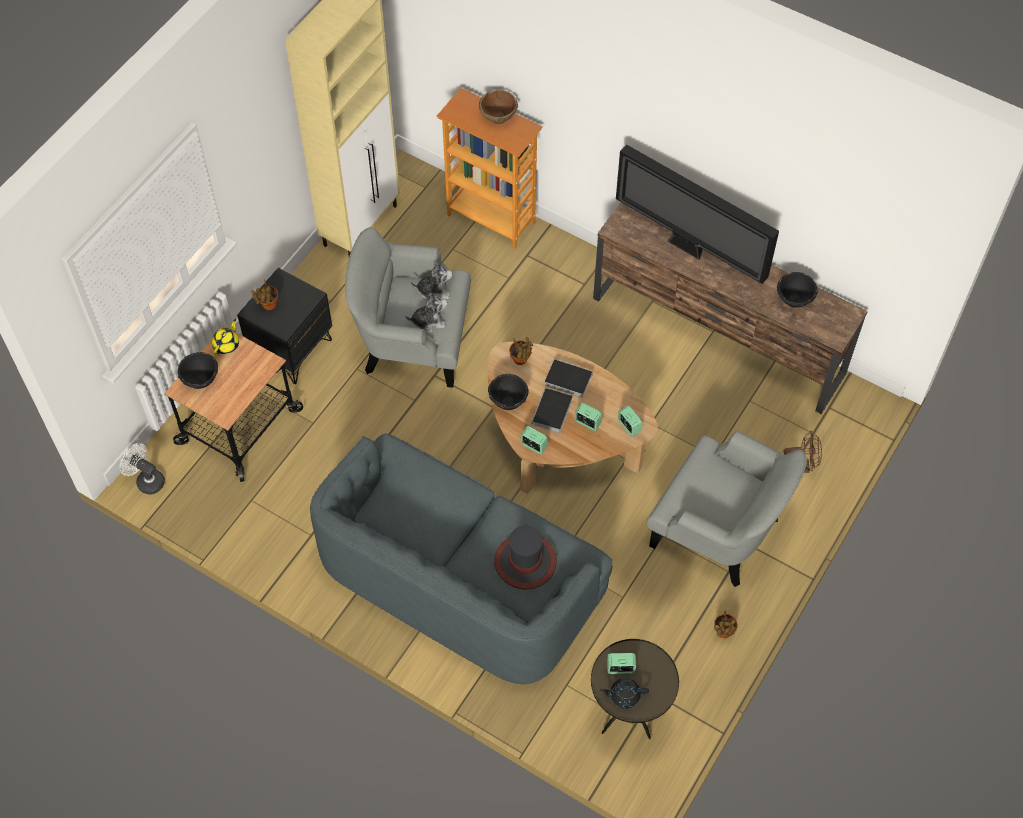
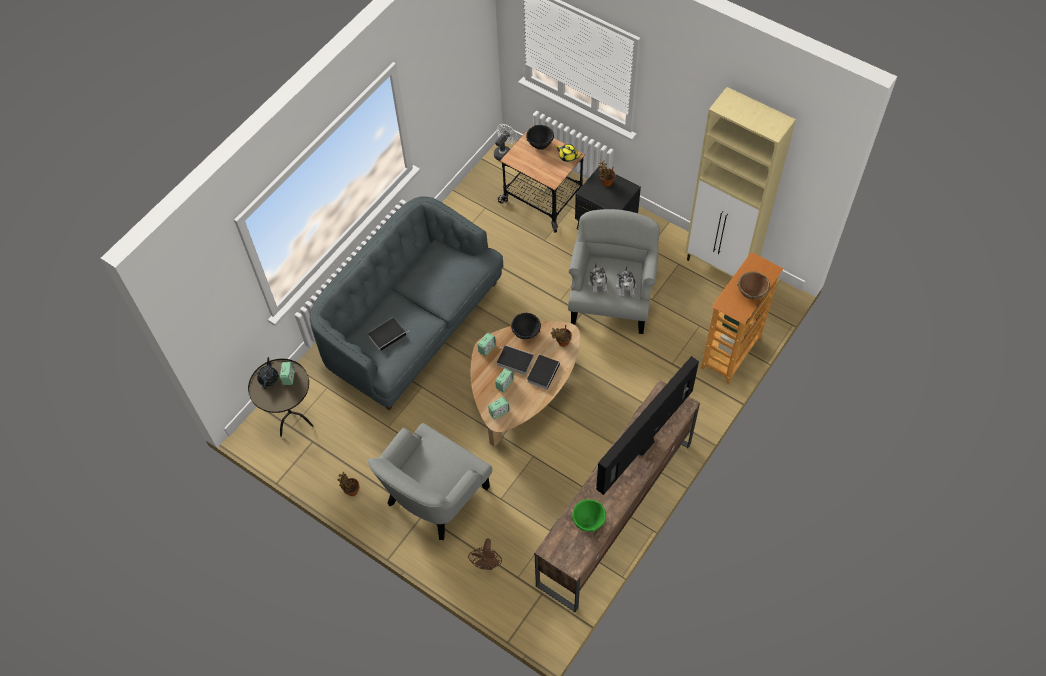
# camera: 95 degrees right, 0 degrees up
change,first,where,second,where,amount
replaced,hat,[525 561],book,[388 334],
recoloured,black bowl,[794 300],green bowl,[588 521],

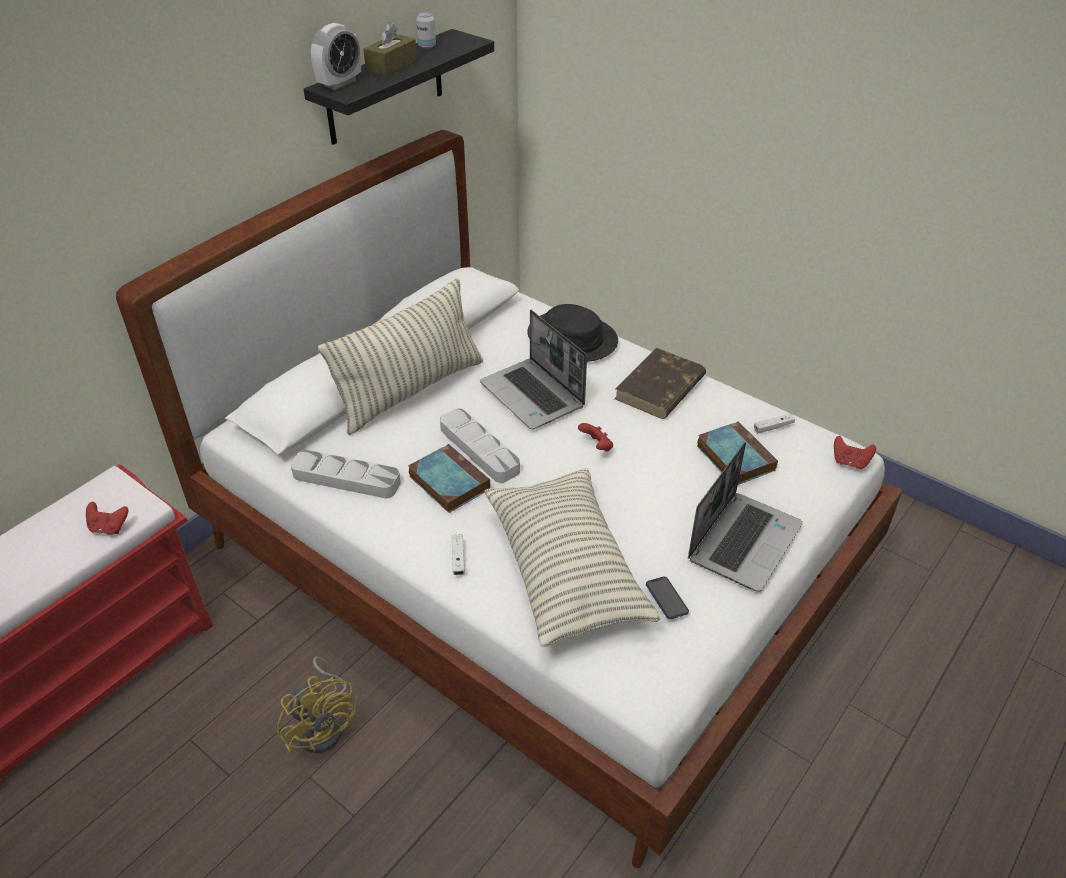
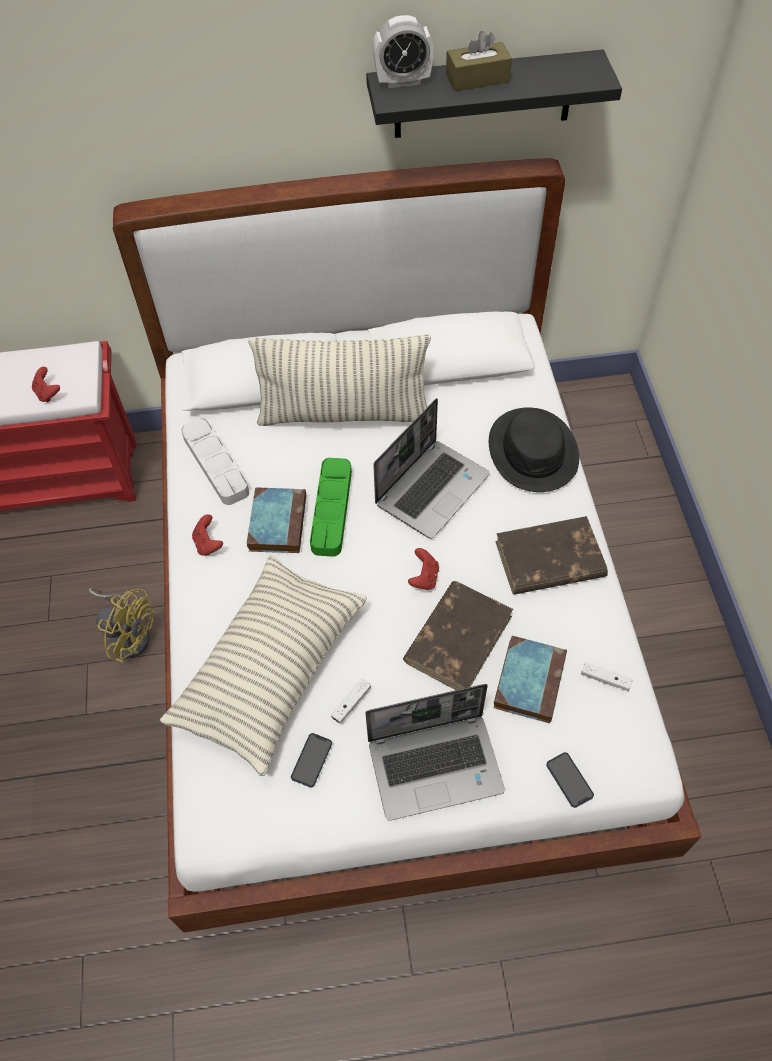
# camera: 45 degrees right, 15 degrees up
change,first,where,second,where,amount
turned,yellow fan,[324 725],,[129 634],75 degrees counterclockwise
moved,red game controller,[850 462],,[208 544],
recoloured,grey tray,[479 449],green tray,[331 510],
moved,white game controller,[458 559],,[351 703],
turned,laptop,[533 395],,[432 488],150 degrees counterclockwise
added,,,brown book,[458 638],
added,,,phone,[569 780],
removed,can,[427 46],,,

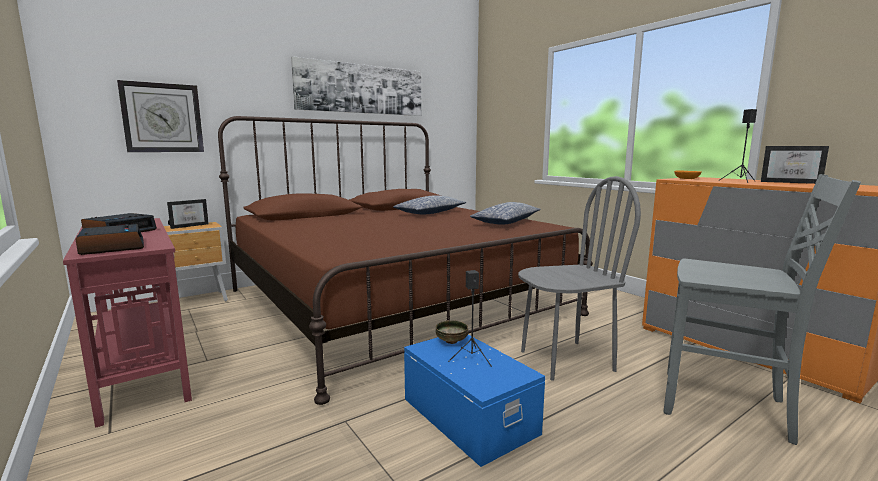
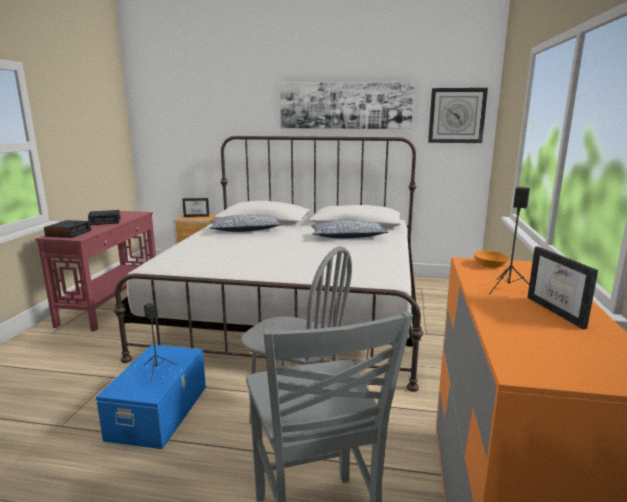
# camera: 45 degrees right, 5 degrees up
change,first,where,second,where,amount
recoloured,brown bed,[395 302],white bed,[294 311],
moved,pillow,[506 222],,[245 230],
moved,wall clock,[162 118],,[456 115],
removed,bowl,[452 341],,,

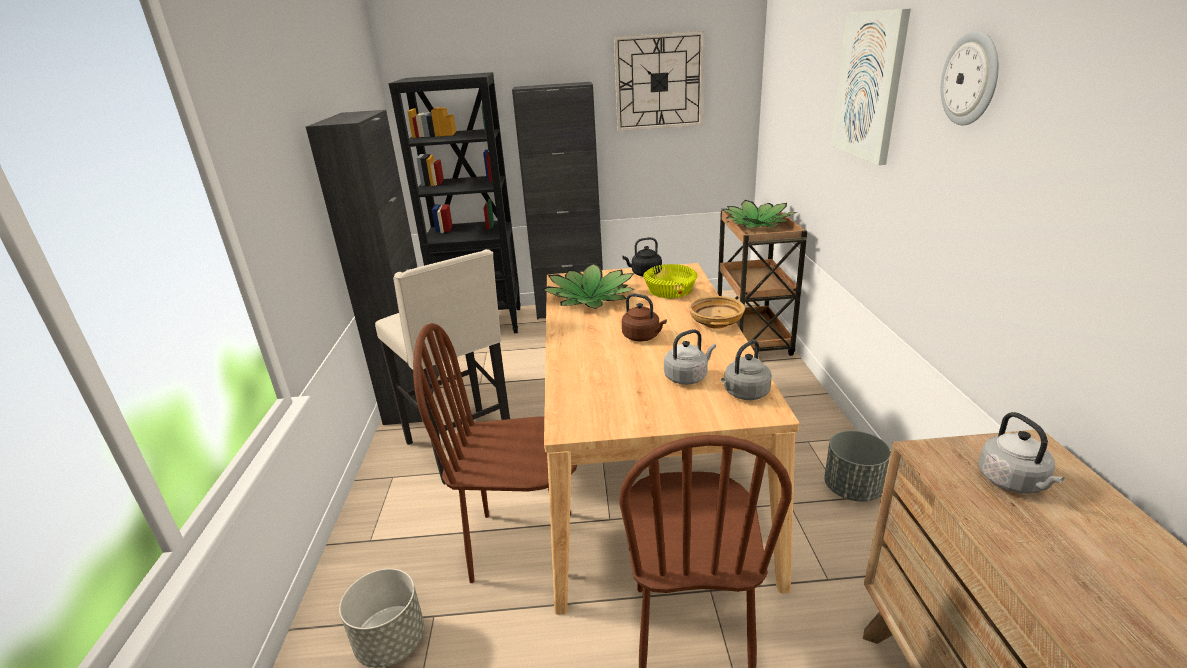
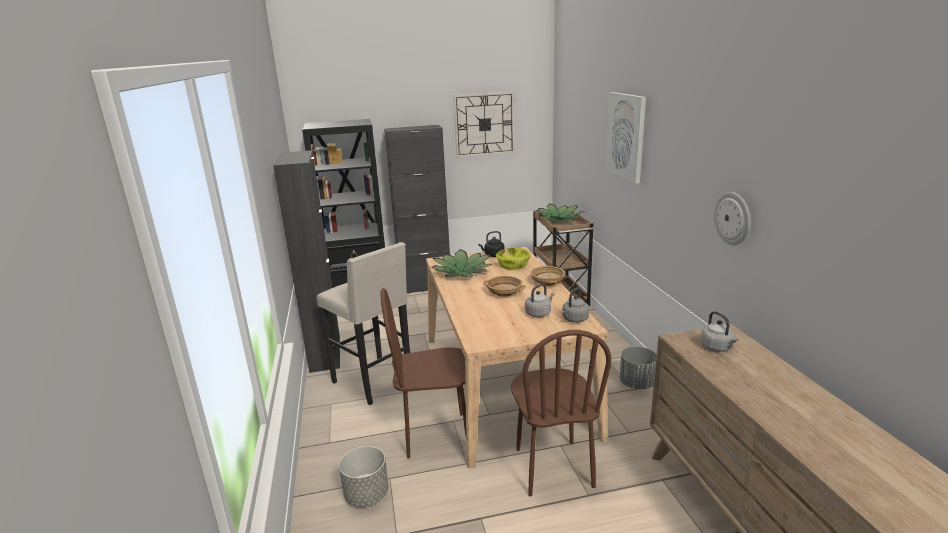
# camera: 10 degrees left, 5 degrees down
change,first,where,second,where,amount
replaced,brown kettle,[643 337],beige bowl,[504 293],
moved,wall clock,[971 79],,[733 218],

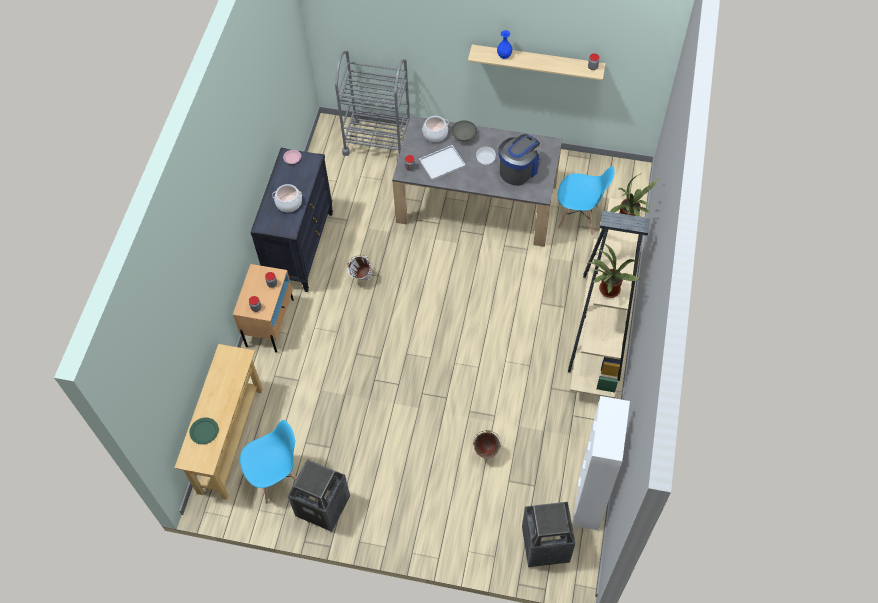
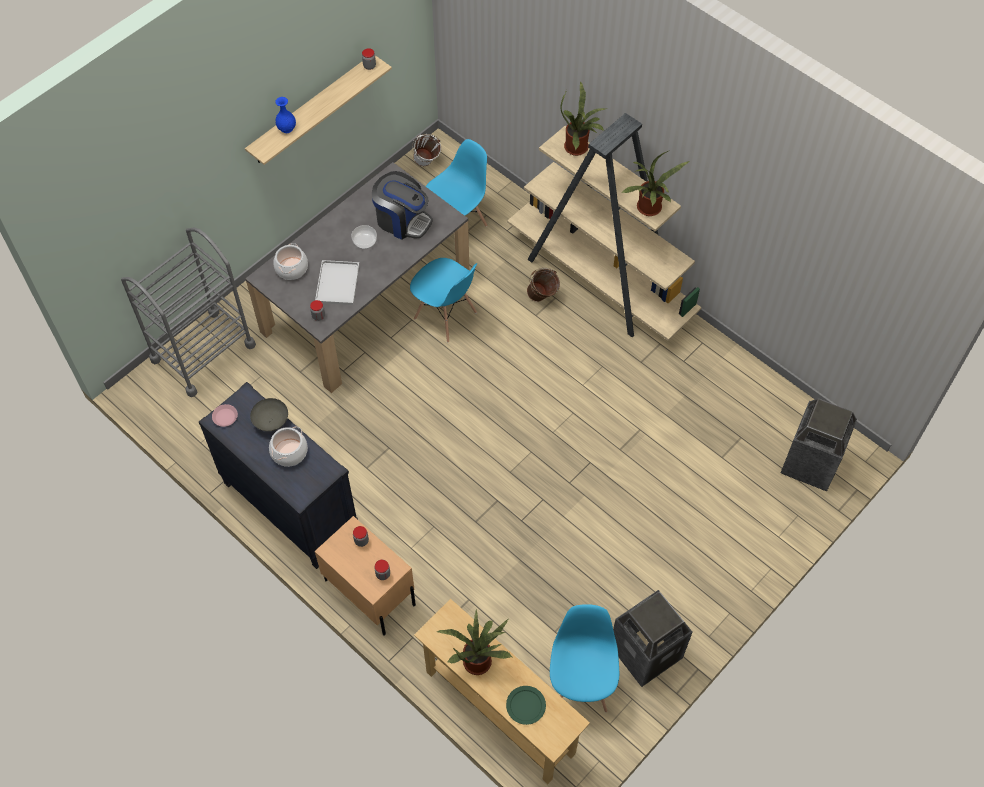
# camera: 60 degrees left, 0 degrees up
change,first,where,second,where,amount
moved,grey bowl,[463 136],,[270 421],
turned,coffee machine,[518 169],,[402 220],135 degrees clockwise
added,,,blue chair,[445 316],
moved,white bucket,[361 278],,[427 164],
added,,,potted plant,[478 659],
moved,brown bucket,[486 453],,[542 298],
removed,white cabinet,[588 501],,,

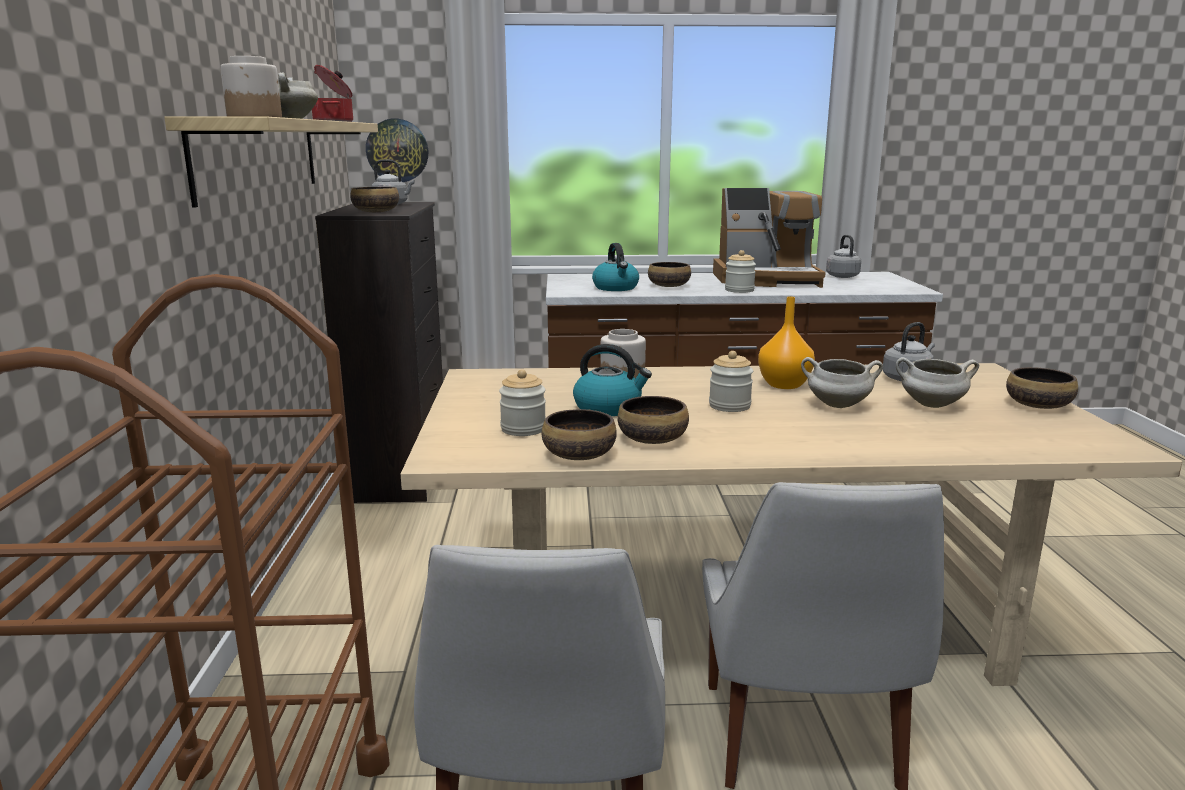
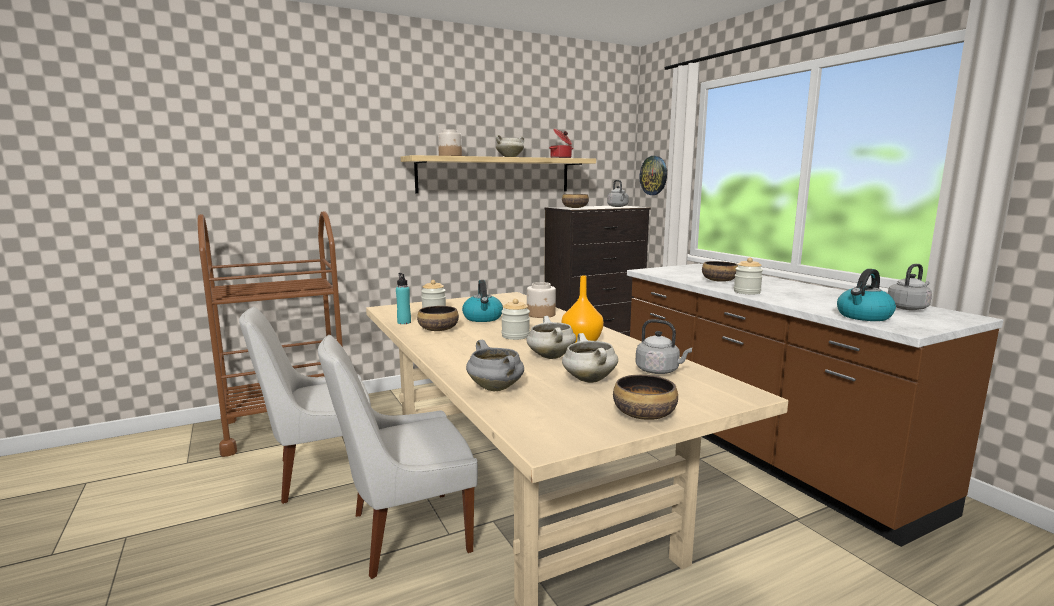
# camera: 65 degrees right, 5 degrees down
change,first,where,second,where,amount
replaced,bowl,[578 455],turquoise bottle,[404 322],
added,,,grey cooking pot,[496 388],
moved,kettle,[616 288],,[863 316],
removed,coffee machine,[767 279],,,

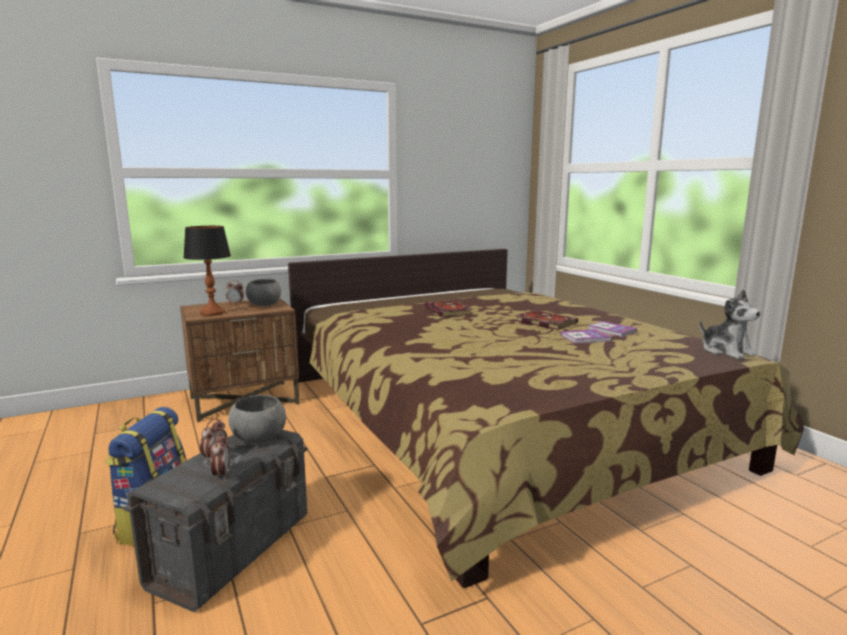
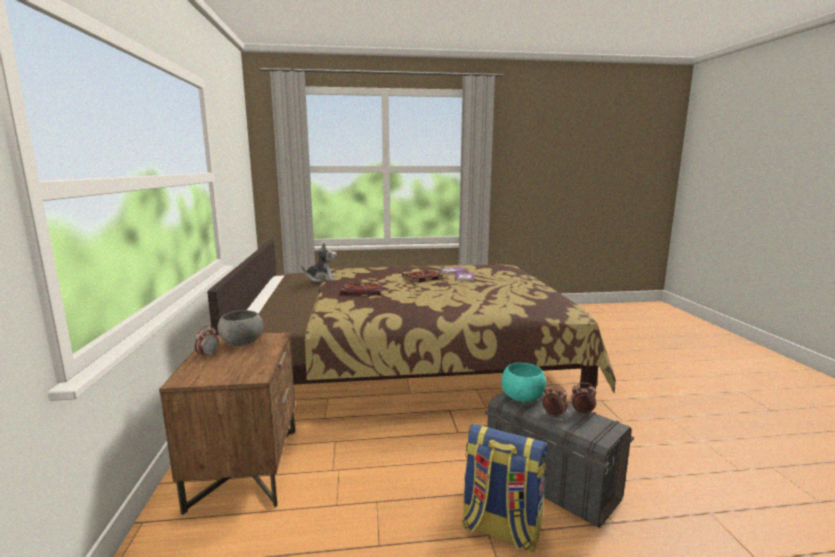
# camera: 70 degrees left, 0 degrees up
change,first,where,second,where,amount
moved,plush toy,[726 351],,[321 279],
recoloured,grey bowl,[259 437],turquoise bowl,[522 397],
removed,table lamp,[212 313],,,

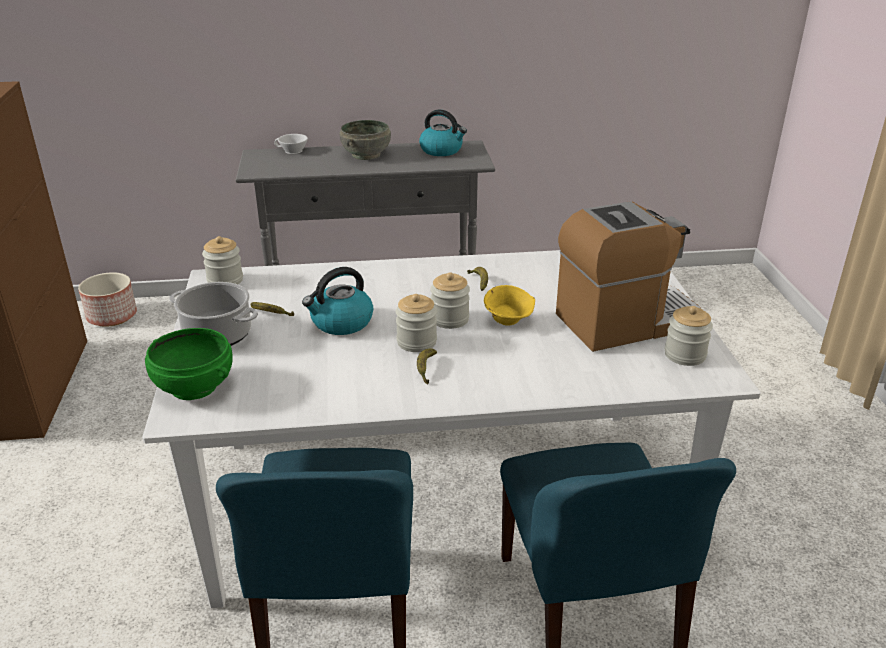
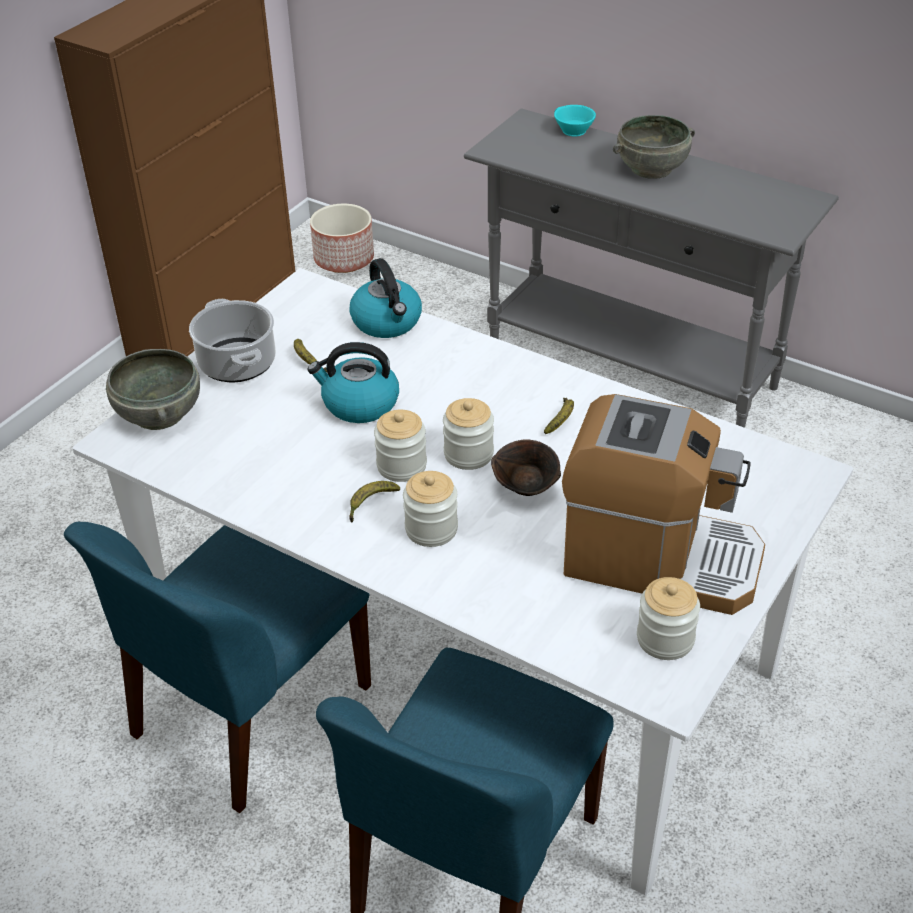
# camera: 40 degrees right, 10 degrees up
change,first,where,second,where,amount
recoloured,green bowl,[193 387],grey bowl,[158 414],
moved,kettle,[442 150],,[387 322],
moved,jar,[225 280],,[431 529],
recoloured,yellow bowl,[508 321],brown bowl,[527 488],
recoloured,white cup,[292 151],turquoise cup,[571 130],

